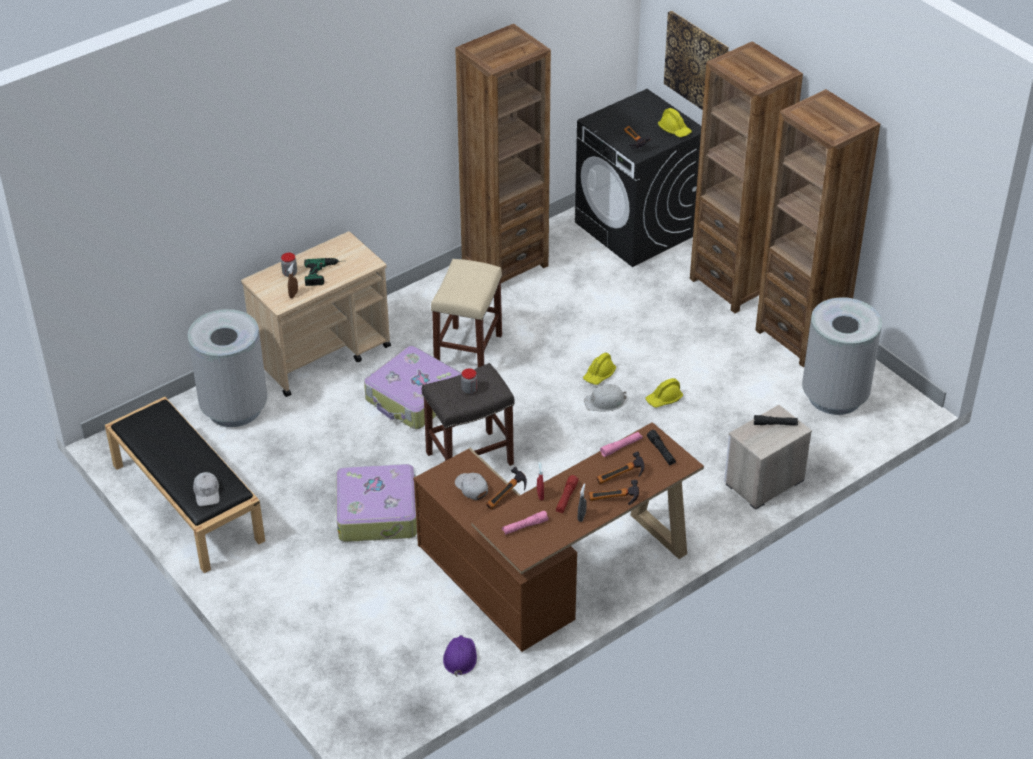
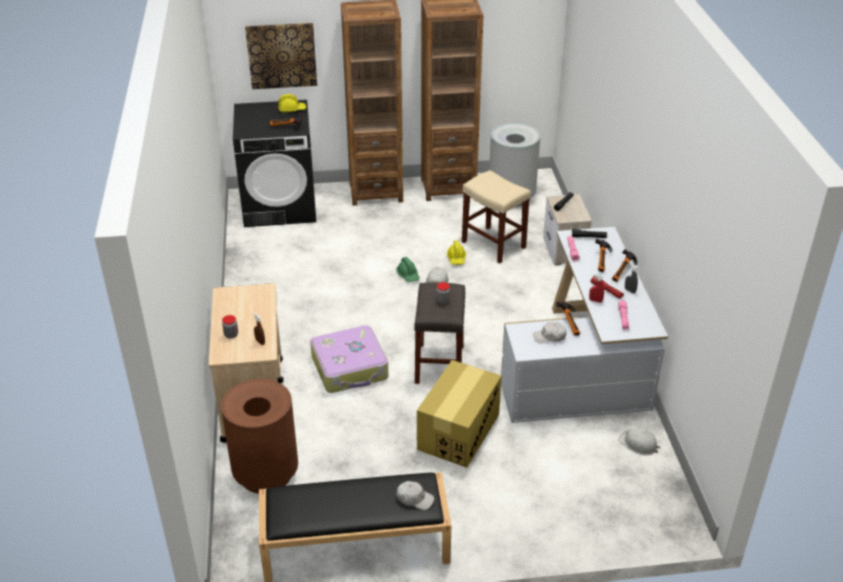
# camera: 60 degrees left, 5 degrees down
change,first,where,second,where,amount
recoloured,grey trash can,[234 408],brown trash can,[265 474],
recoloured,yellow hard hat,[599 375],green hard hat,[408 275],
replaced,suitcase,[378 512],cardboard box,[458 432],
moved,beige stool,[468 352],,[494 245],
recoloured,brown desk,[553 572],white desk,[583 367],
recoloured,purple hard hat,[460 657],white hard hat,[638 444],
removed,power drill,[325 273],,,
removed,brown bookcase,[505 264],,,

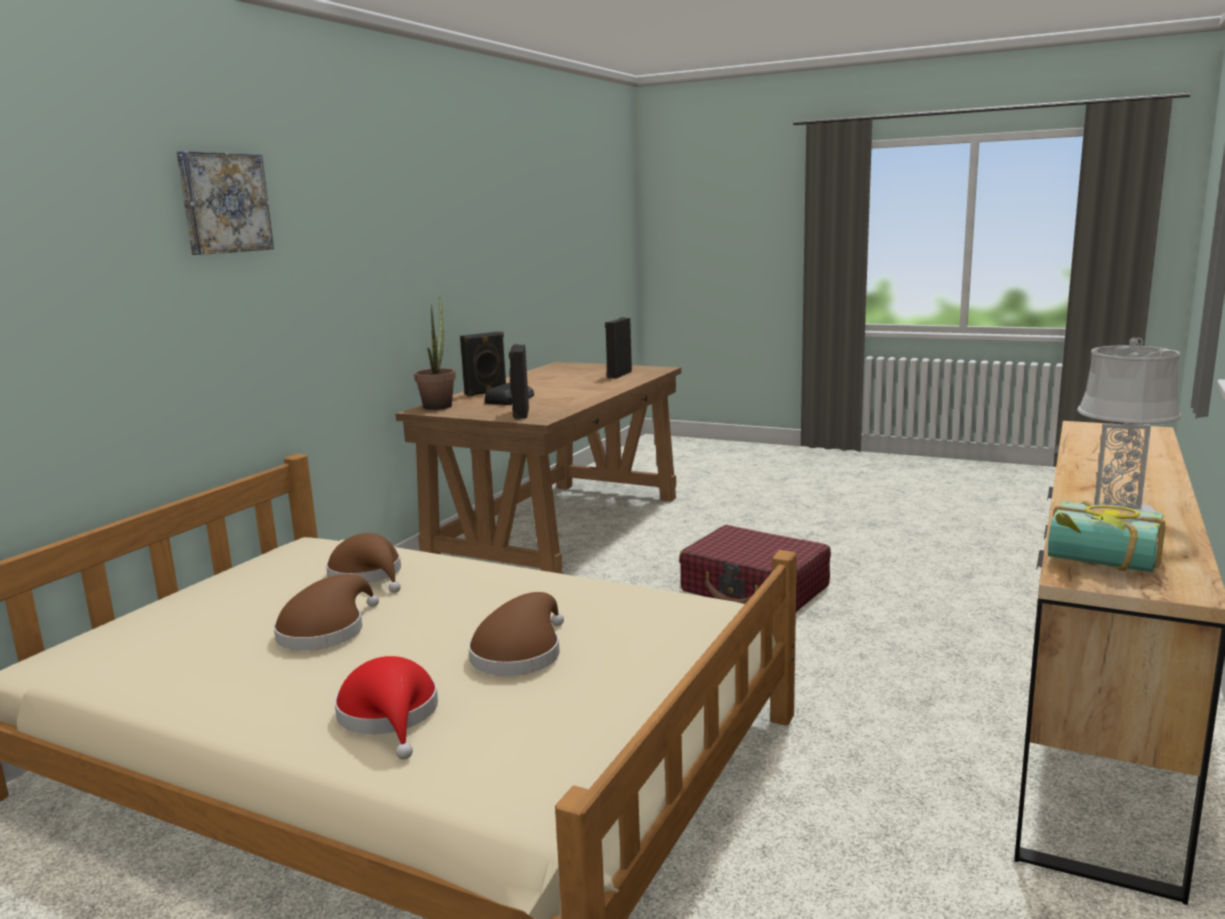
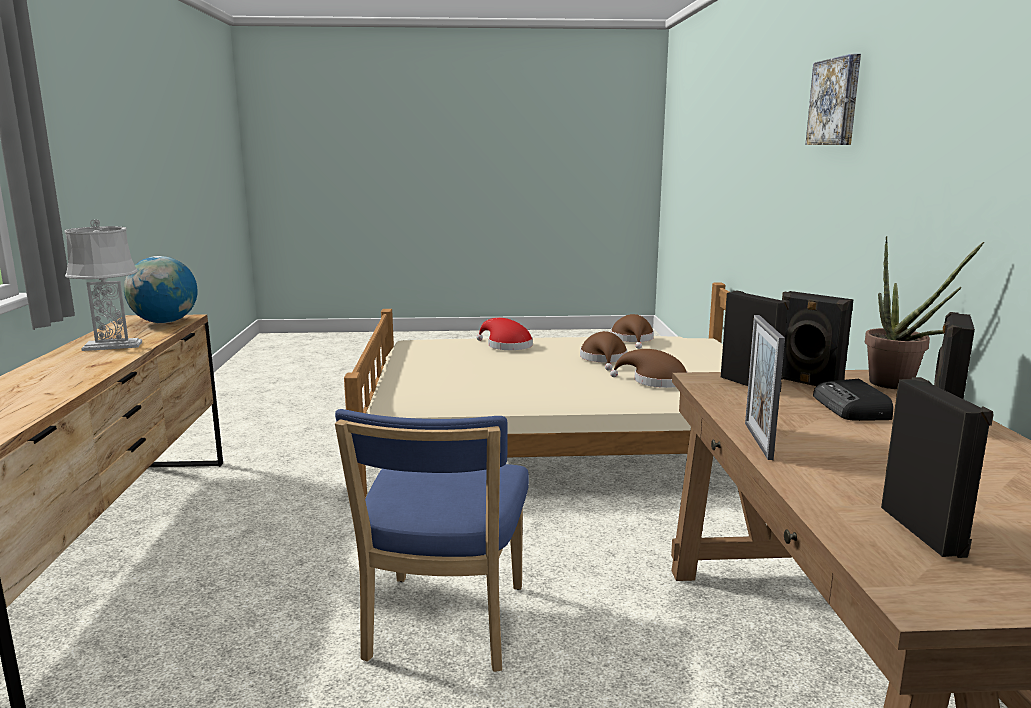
# camera: 150 degrees right, 0 degrees up
change,first,where,second,where,amount
replaced,book,[1100 564],globe,[165 322],
replaced,red suitcase,[755 589],blue chair,[443 628],
moved,brown hat,[519 653],,[632 339],
added,,,picture frame,[758 440],
added,,,black speaker,[807 383],

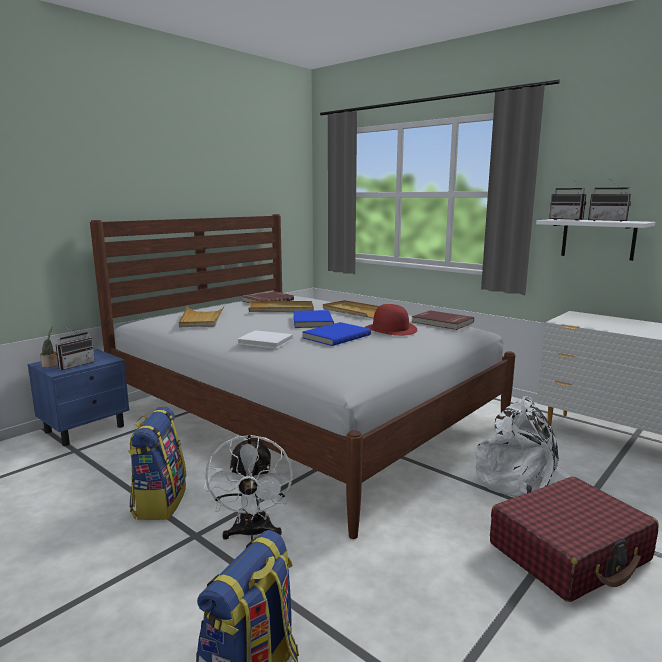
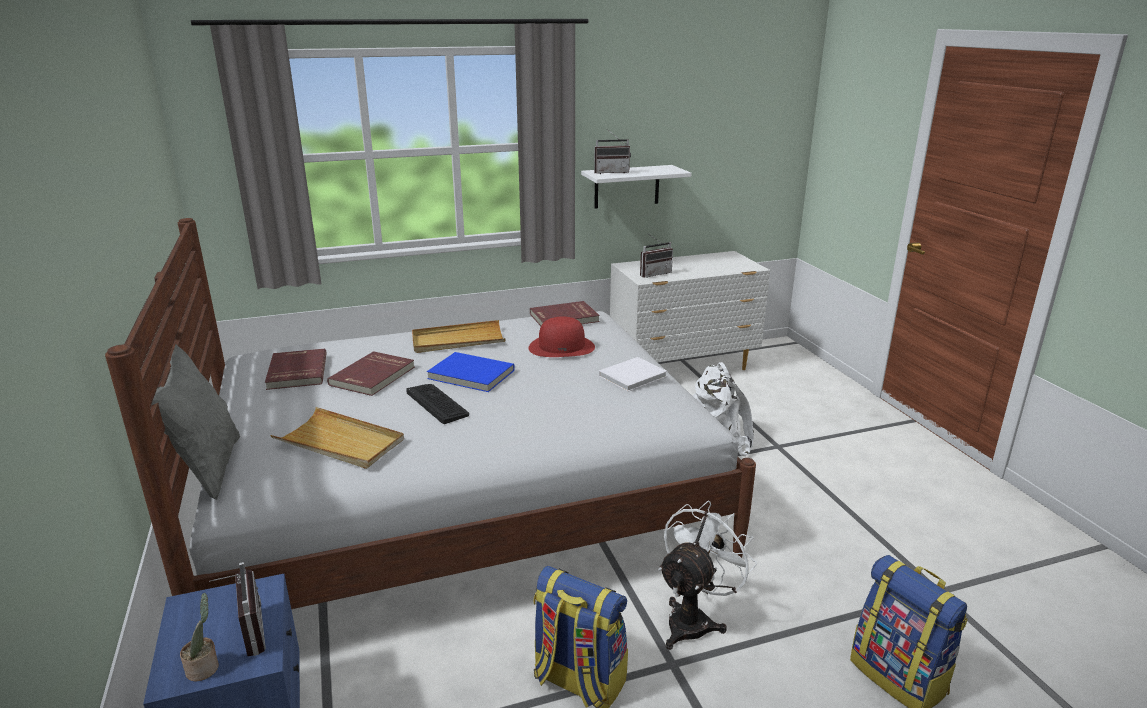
# camera: 60 degrees left, 10 degrees up
change,first,where,second,where,amount
added,,,grey pillow,[207 469],
replaced,beige tray,[281 309],red book,[374 376],
added,,,keyboard,[437 403],
moved,white book,[267 341],,[634 376],
moved,radio,[608 221],,[654 273],
turned,white fan,[252 533],,[694 620],75 degrees counterclockwise
removed,blue book,[335 336],,,
removed,red suitcase,[569 552],,,

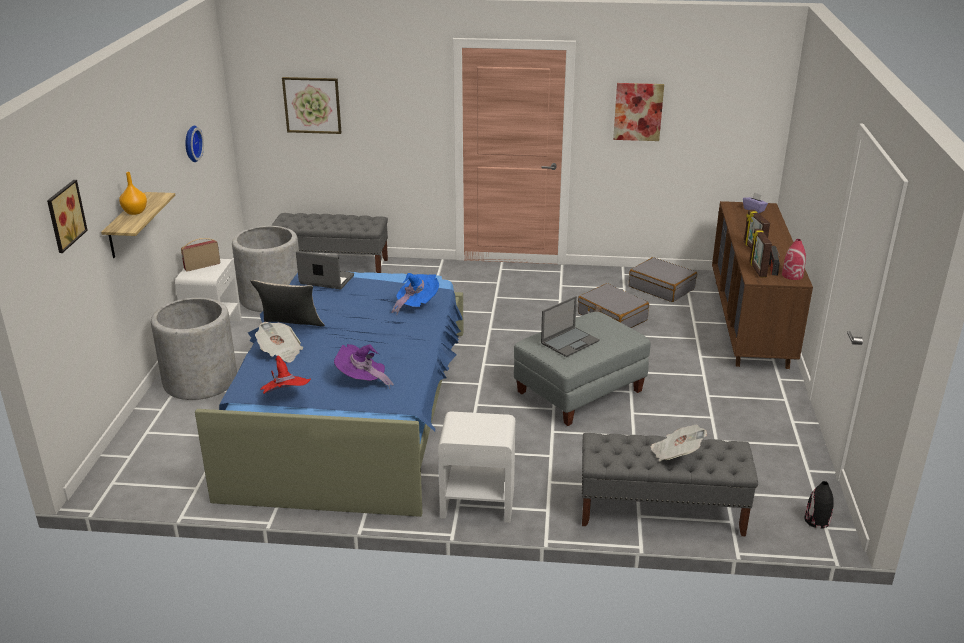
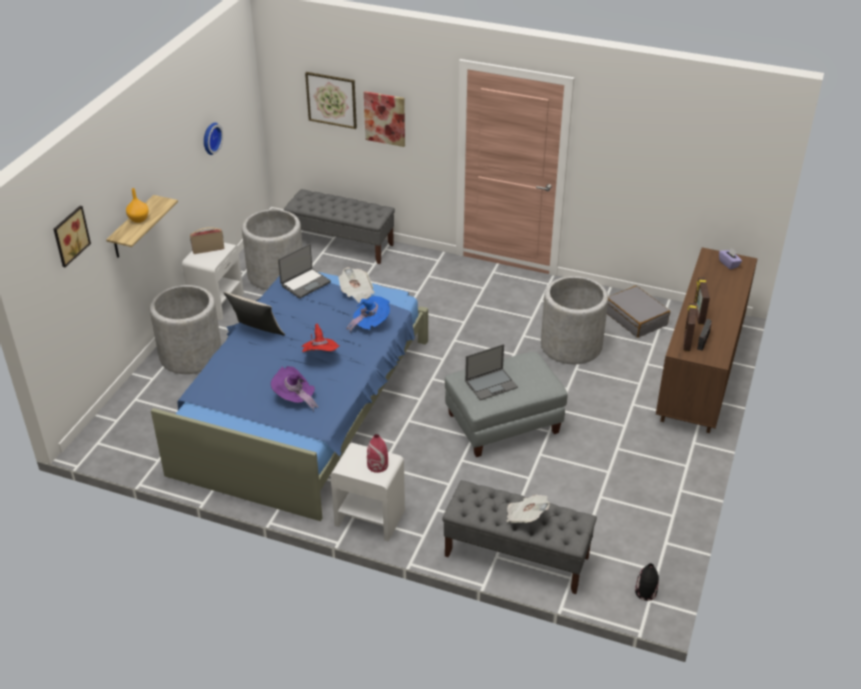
# camera: 15 degrees right, 10 degrees up
change,first,where,second,where,amount
turned,laptop,[326 280],,[305 283],105 degrees clockwise
moved,red hat,[286 399],,[320 356],
moved,newspaper,[280 352],,[356 293],
moved,picture,[638 111],,[385 118],
moved,red vase,[792 275],,[378 465],
replaced,grey suitcase,[611 317],grey planter,[571 346],

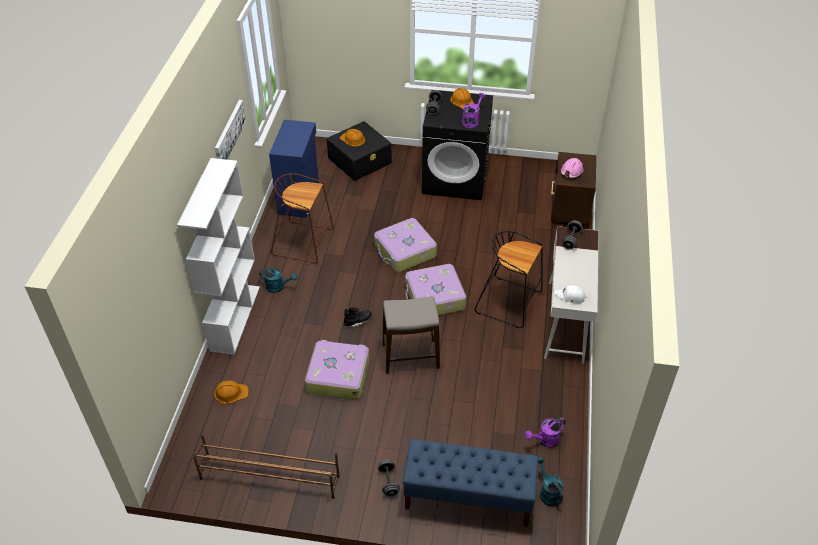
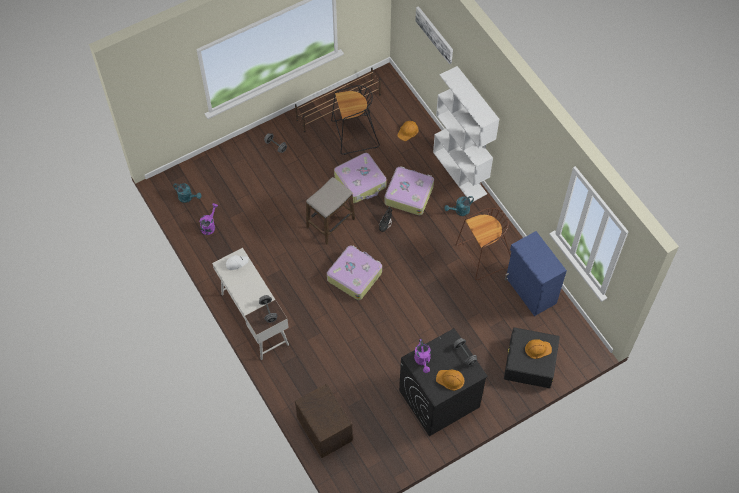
# camera: 140 degrees right, 15 degrees up
change,first,where,second,where,amount
moved,black stool,[510 302],,[354 135],
moved,suitcase,[404 251],,[408 194],
moved,picture,[229 133],,[435 34],
removed,blue bench,[468 498],,,
removed,pink hard hat,[571 172],,,

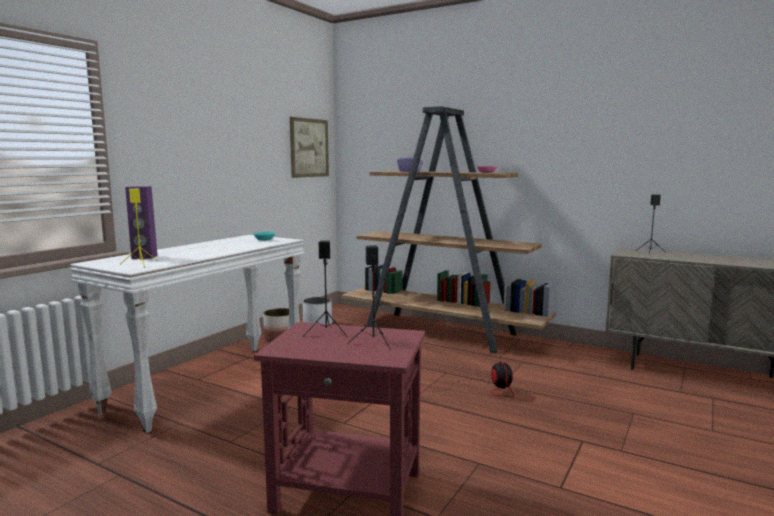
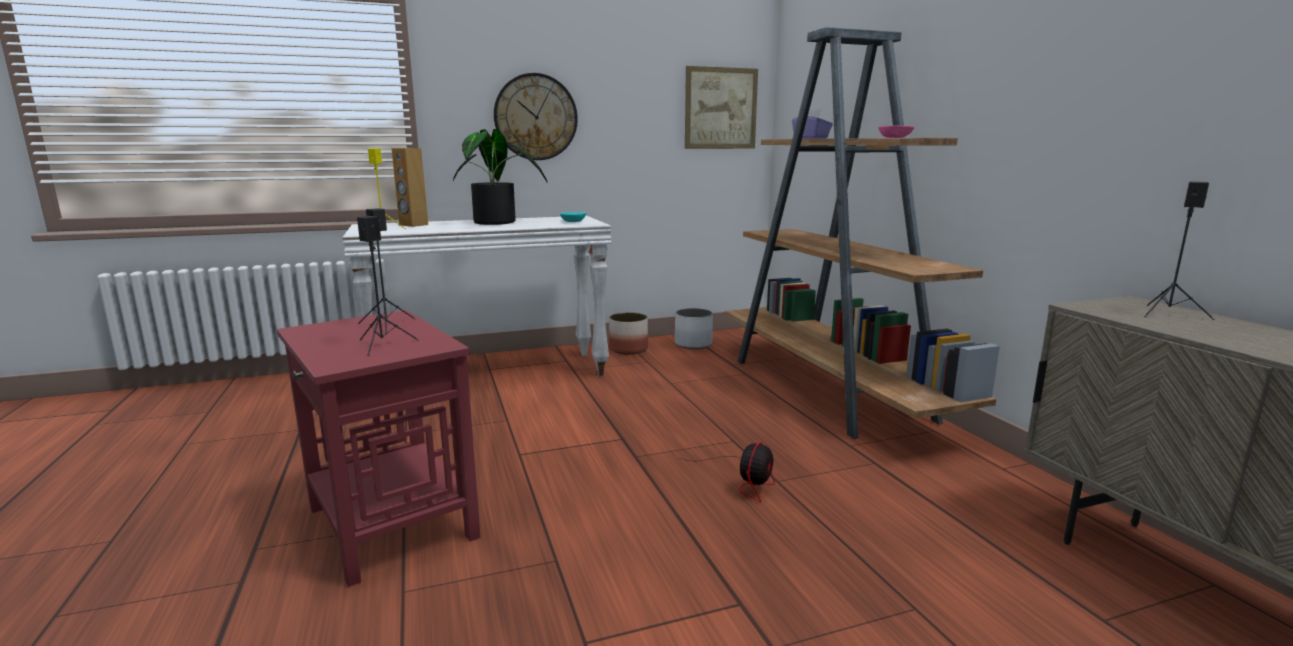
# camera: 40 degrees right, 5 degrees up
change,first,where,second,where,amount
recoloured,purple speaker,[144 257],brown speaker,[413 225],
added,,,potted plant,[498 223],
added,,,wall clock,[535 117],

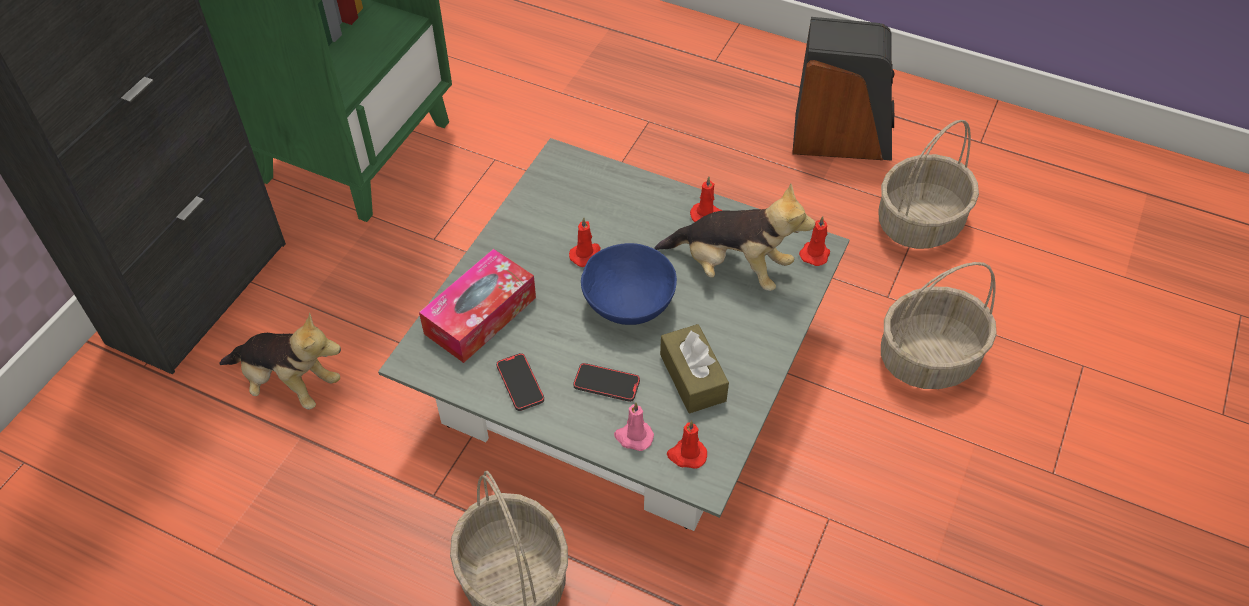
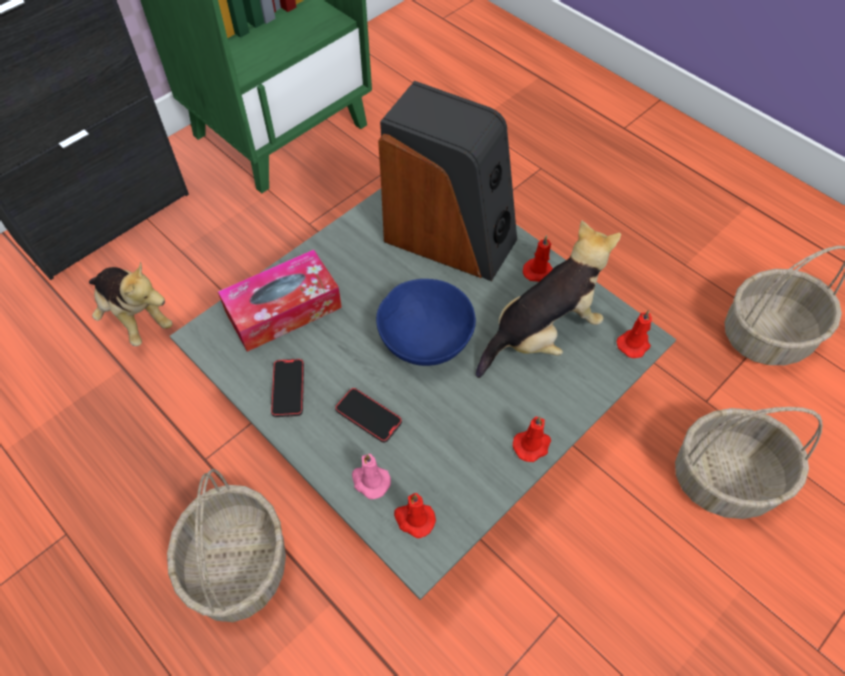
# camera: 20 degrees right, 5 degrees up
change,first,where,second,where,amount
moved,speaker,[841 137],,[450 237],
turned,plush toy,[731 268],,[542 334],75 degrees counterclockwise
moved,red candle,[586 255],,[532 445],
removed,brown tissue box,[692 377],,,

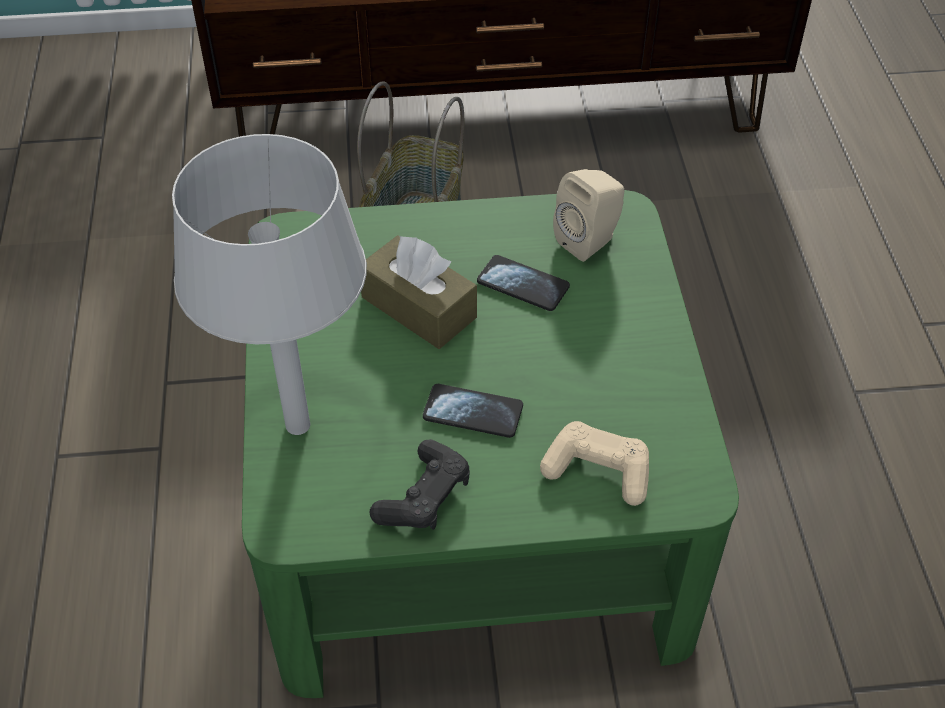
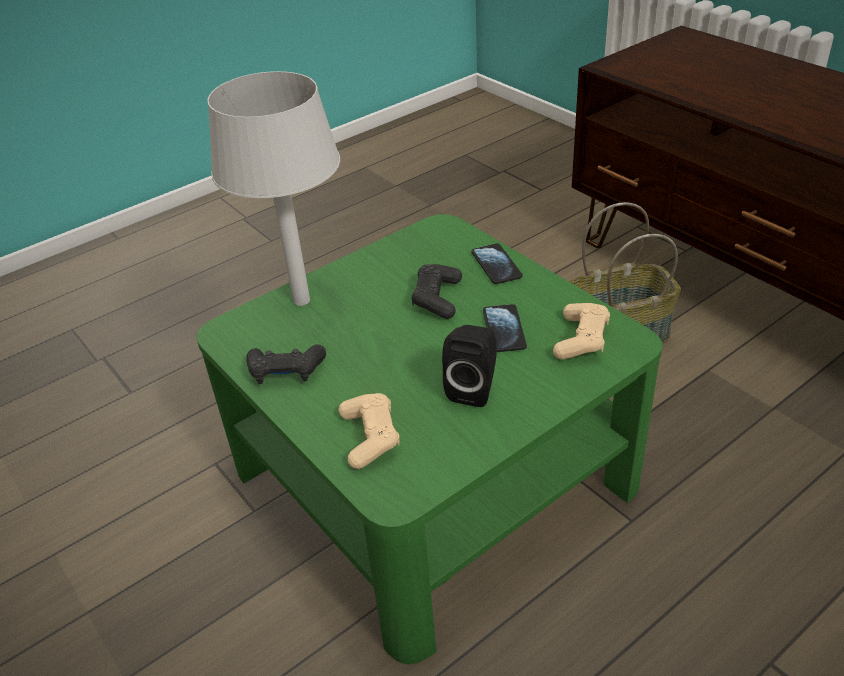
# camera: 60 degrees right, 10 degrees down
change,first,where,second,where,amount
replaced,brown tissue box,[418 307],black game controller,[437 298],
added,,,black speaker,[473 388],
moved,phone,[473 412],,[496 265],
replaced,beige speaker,[590 241],beige game controller,[581 339],

